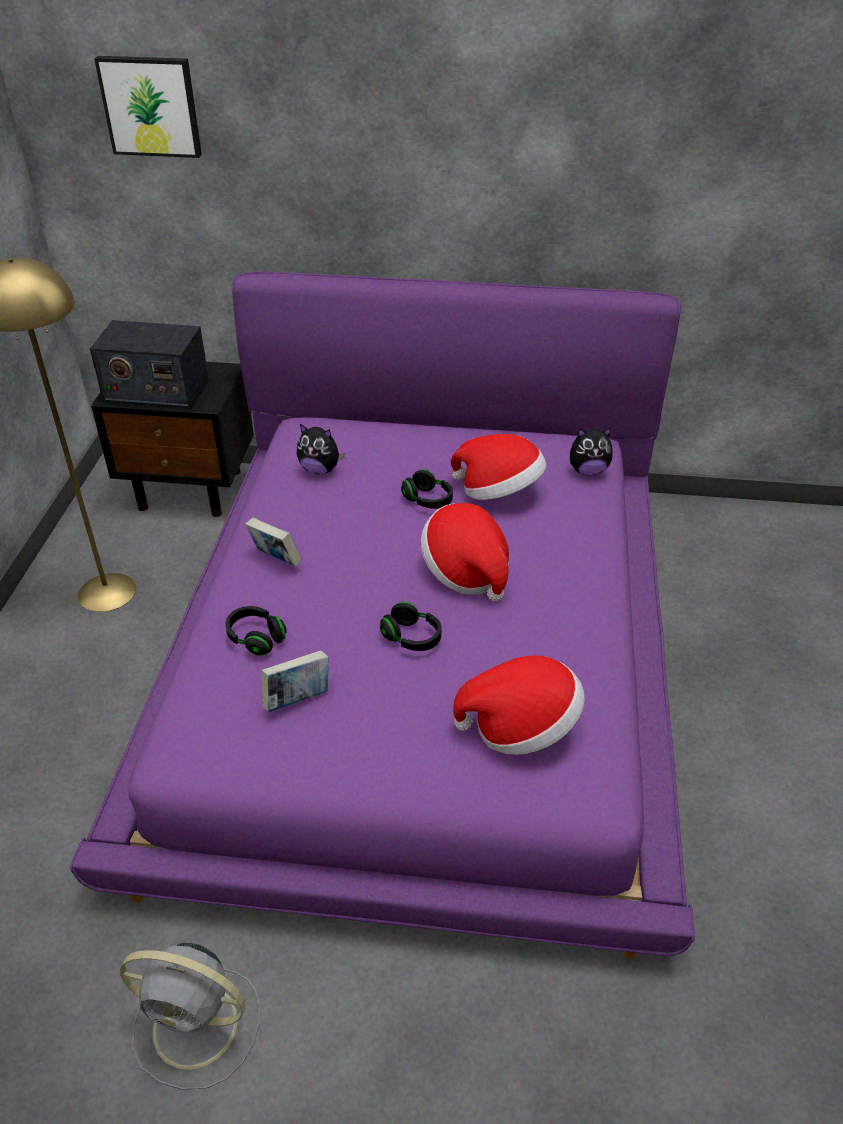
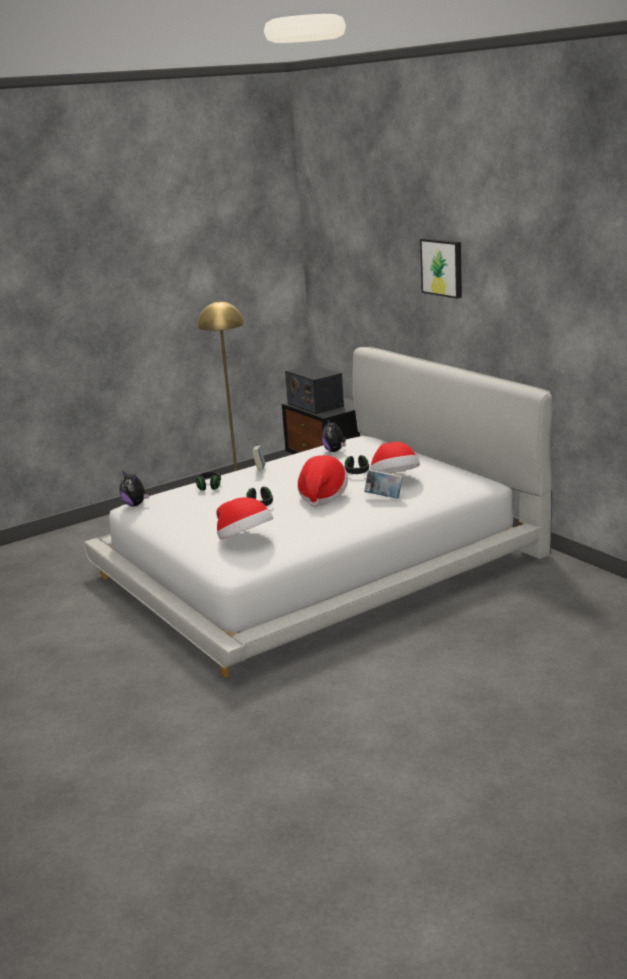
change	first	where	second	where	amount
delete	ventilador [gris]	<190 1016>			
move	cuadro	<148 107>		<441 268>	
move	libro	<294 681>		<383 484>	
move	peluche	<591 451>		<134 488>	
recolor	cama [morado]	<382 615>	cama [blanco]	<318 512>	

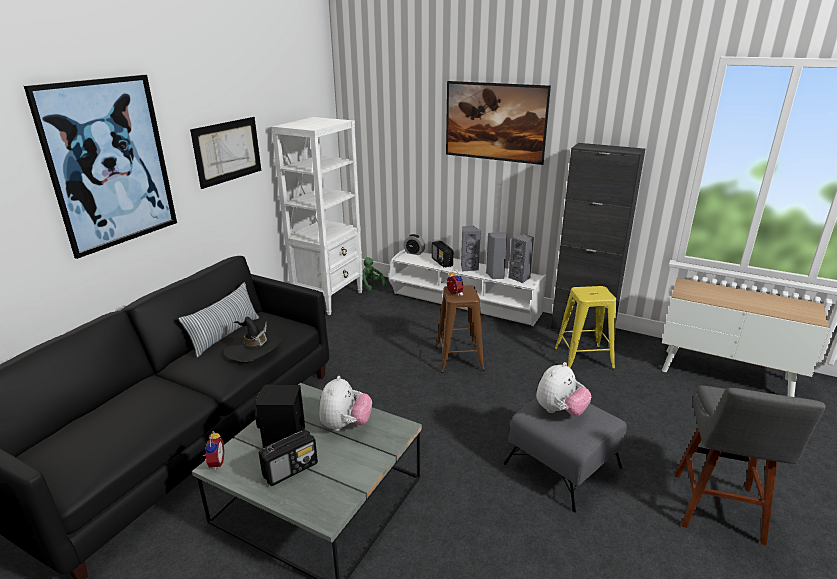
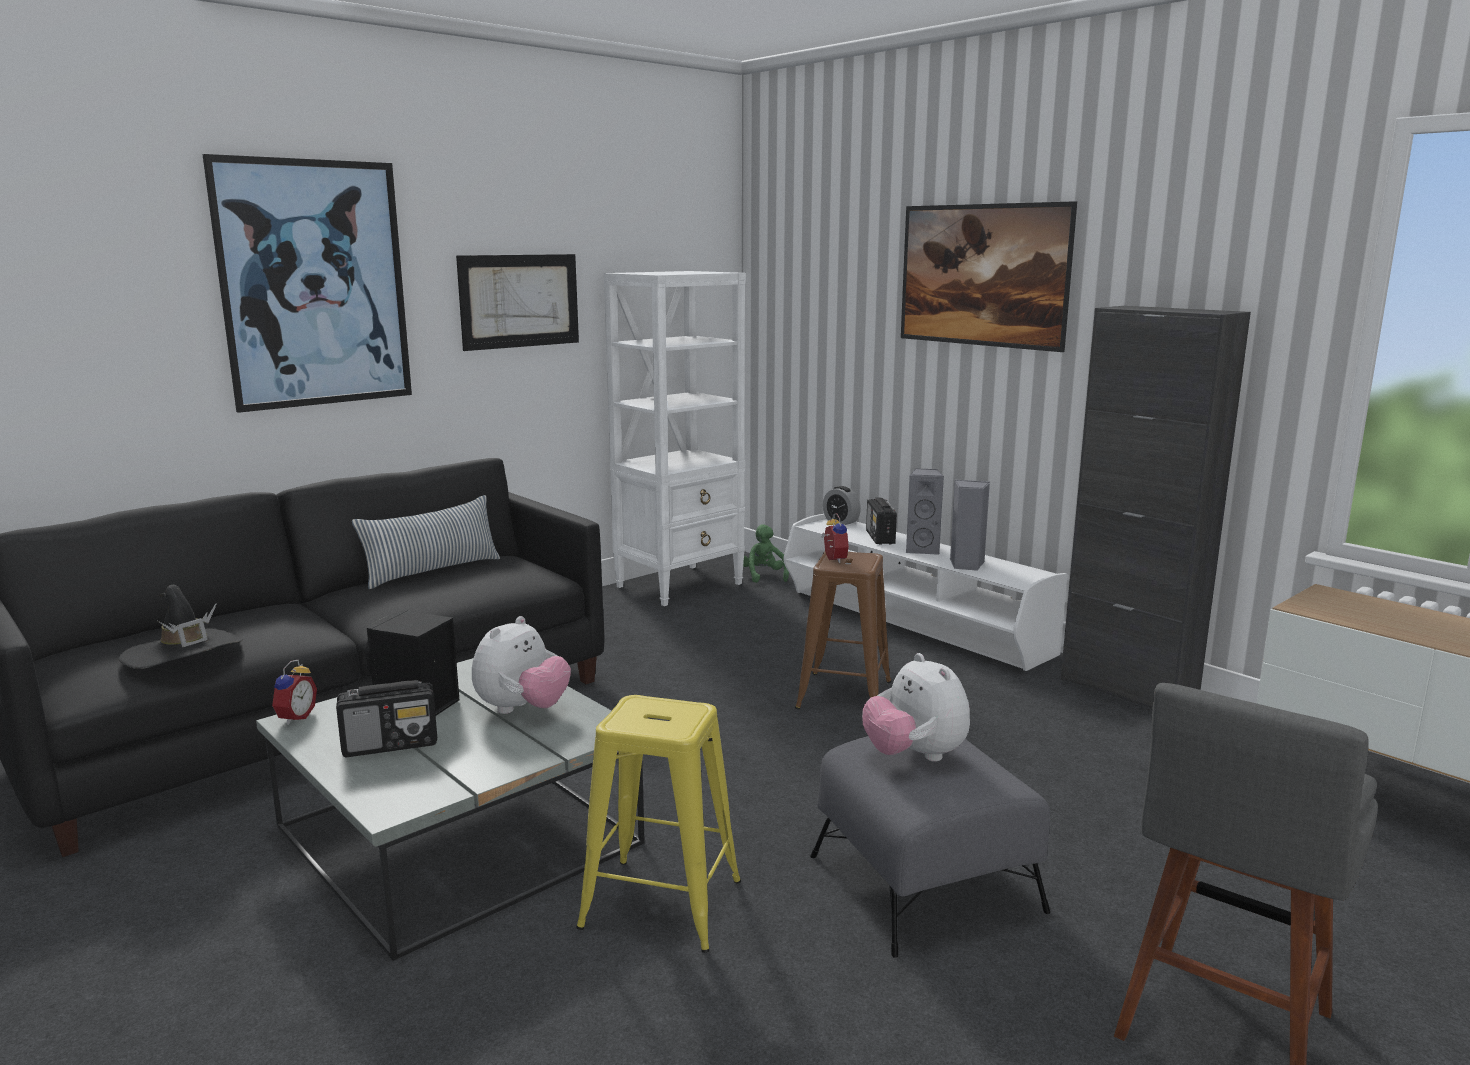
change	first	where	second	where	amount
delete	altavoz [gris]	<521 258>			
move	sombrero [negro]	<252 339>		<180 627>	
move	taburete [amarillo]	<585 328>		<658 824>	
rotate	peluche	<563 389>		<916 707>	90 degrees clockwise

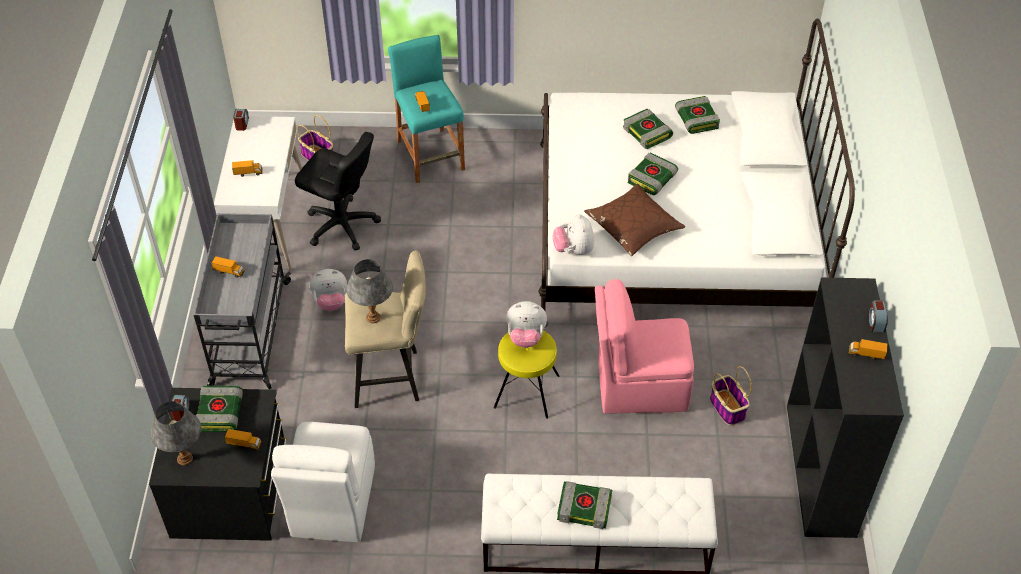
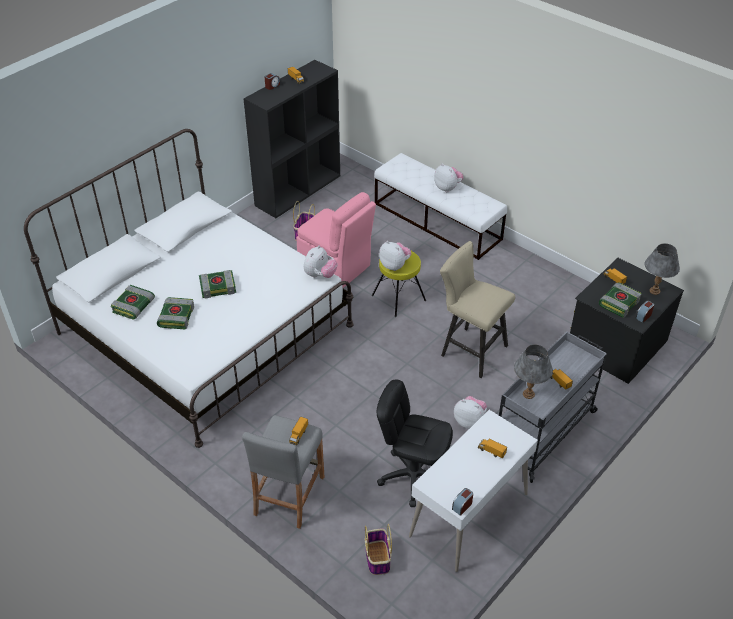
change	first	where	second	where	amount
delete	silla [blanco]	<323 482>			
delete	cojín [marrón]	<634 220>			
move	lámpara de mesa [gris]	<369 291>		<533 372>	
replace	libro	<584 505>	peluche	<449 178>	
recolor	taburete [turquesa]	<426 109>	taburete [gris]	<283 472>	
rotate	silla de oficina [negro]	<338 191>		<415 443>	45 degrees counterclockwise

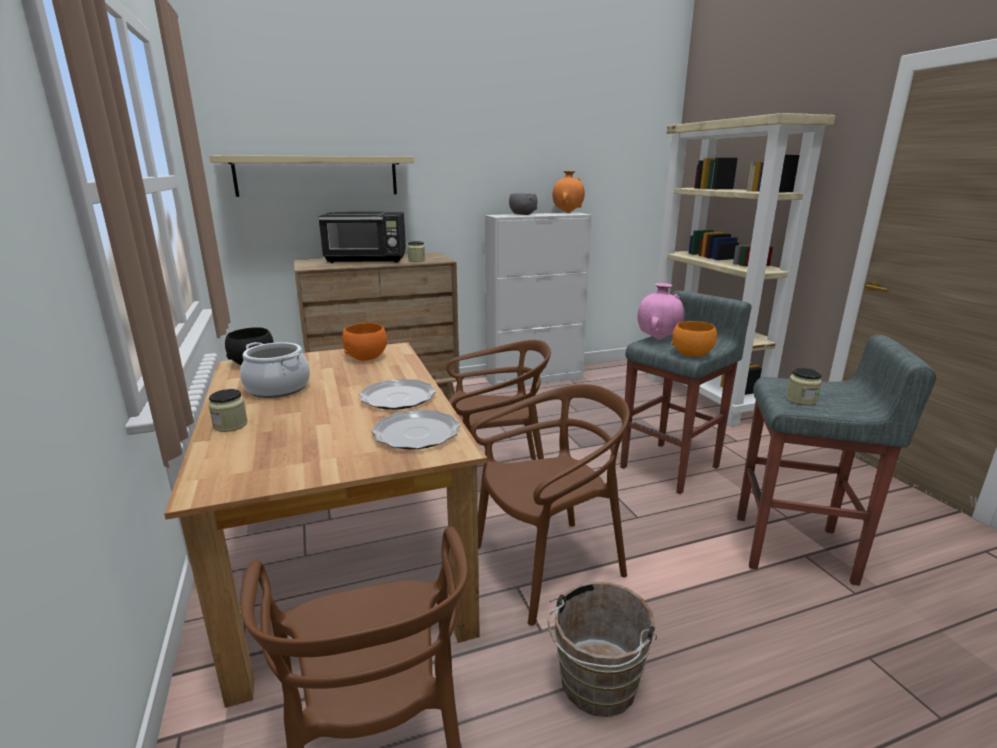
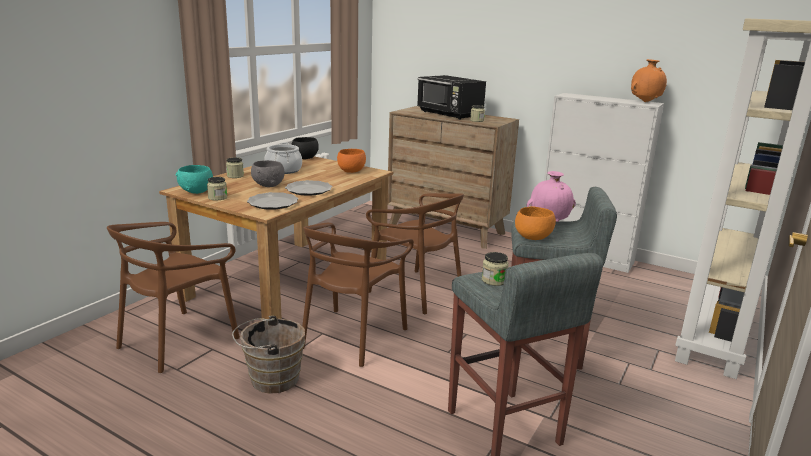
change	first	where	second	where	amount
delete	estante [beis]	<312 176>			
insert			cuenco [turquesa]	<194 179>	
insert			tarro	<217 188>	
move	cuenco [gris]	<523 204>		<268 173>	
rotate	silla [marrón]	<550 505>		<358 295>	90 degrees clockwise

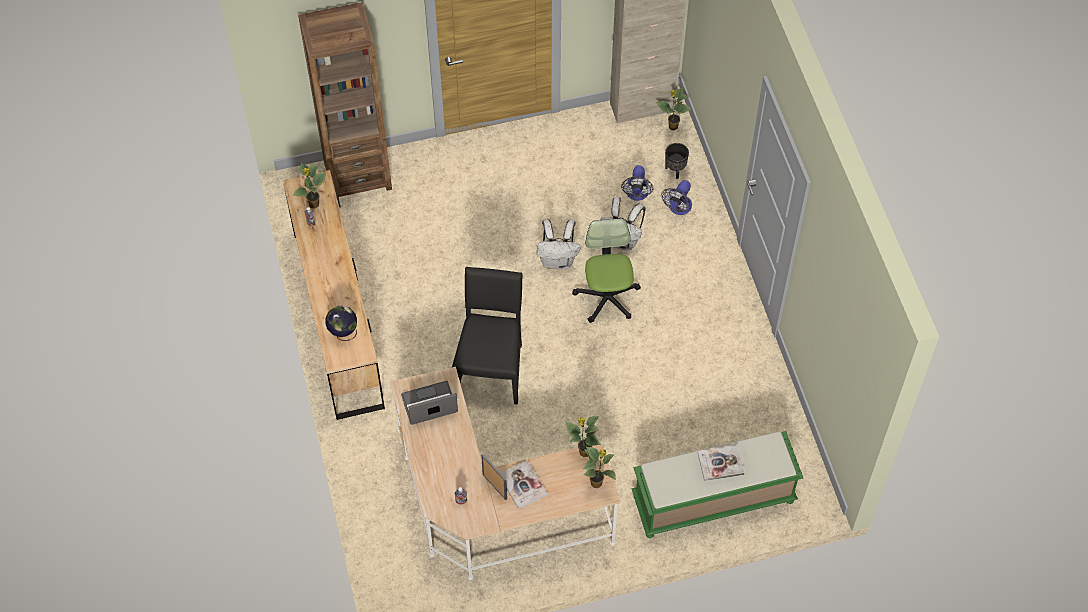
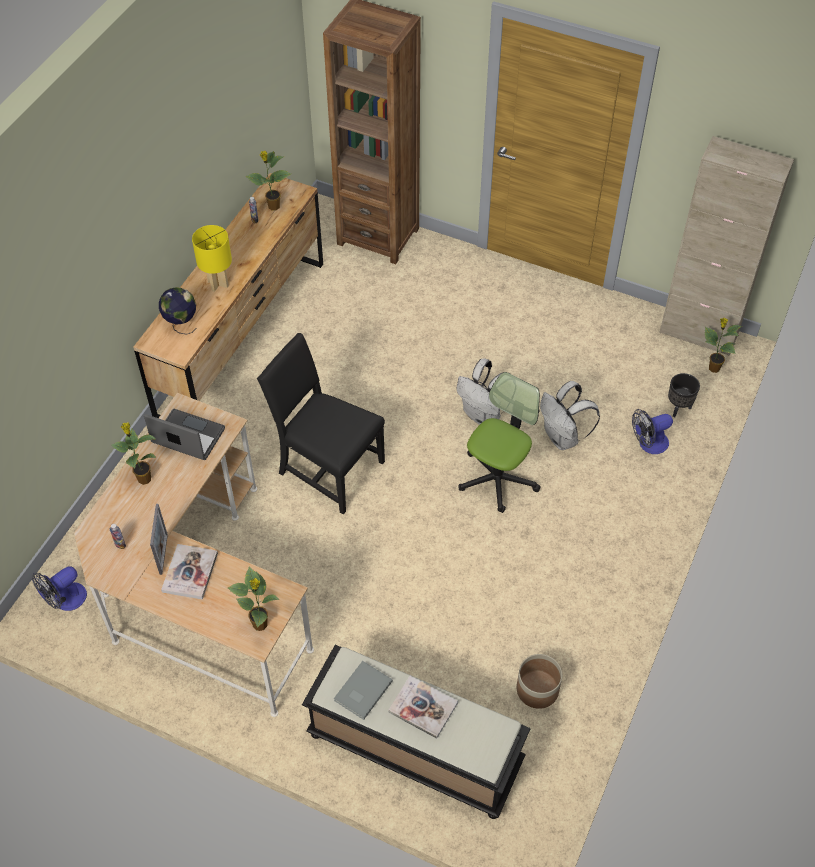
change	first	where	second	where	amount
insert			lámpara de mesa [amarillo]	<212 258>	
insert			libro [gris]	<363 690>	
insert			maceta	<539 681>	
move	planta en maceta	<583 436>		<134 453>	
move	ventilador	<637 183>		<59 588>	
recolor	banco [verde]	<717 484>	banco [negro]	<416 732>	
rotate	silla [negro]	<487 336>		<321 423>	105 degrees counterclockwise

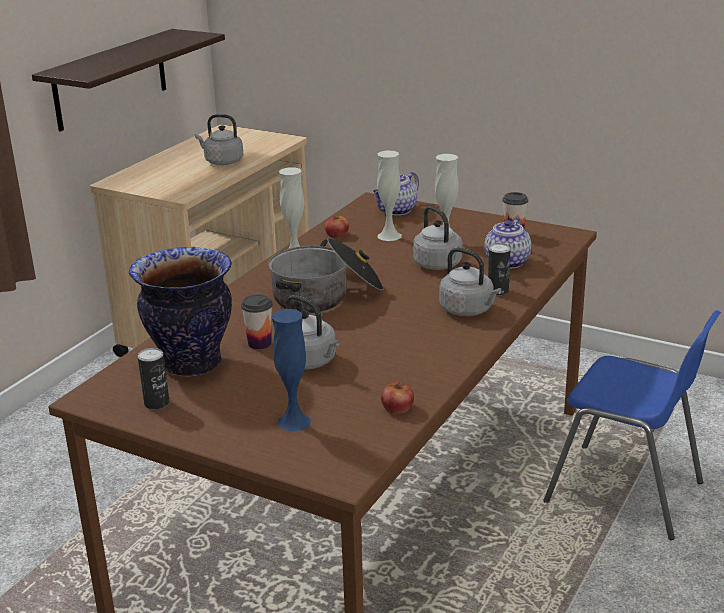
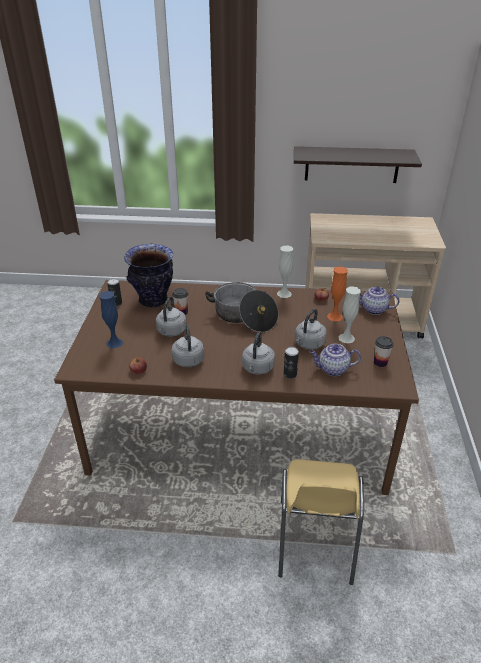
change	first	where	second	where	amount
move	hervidor [gris]	<219 139>		<188 346>	
recolor	florero [blanco]	<389 196>	florero [naranja]	<337 294>	
recolor	silla [azul]	<632 425>	silla [amarillo]	<321 522>	

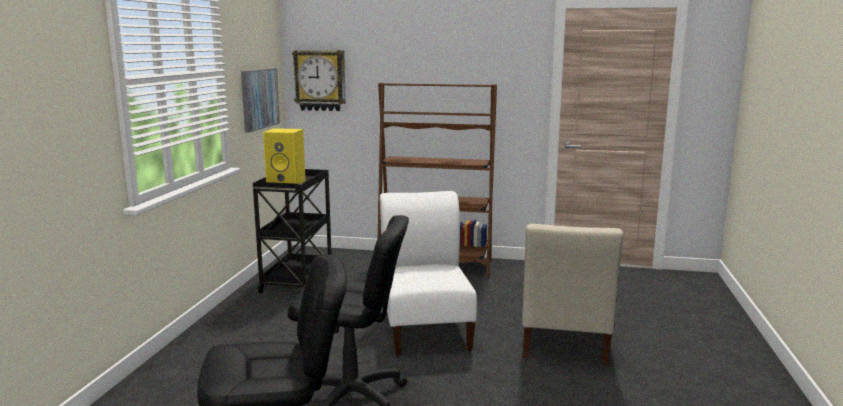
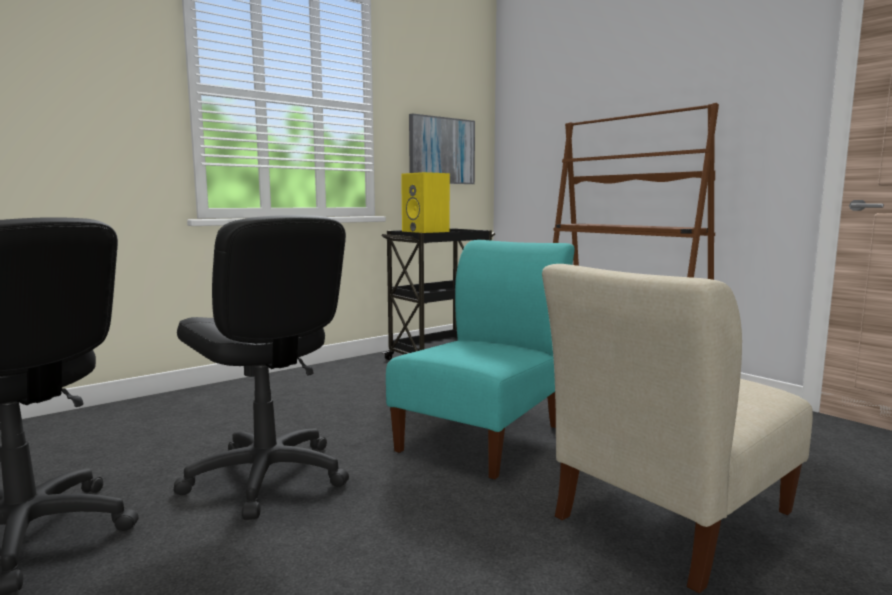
change	first	where	second	where	amount
delete	reloj de pared	<319 80>			
recolor	silla [blanco]	<428 273>	silla [turquesa]	<480 360>	

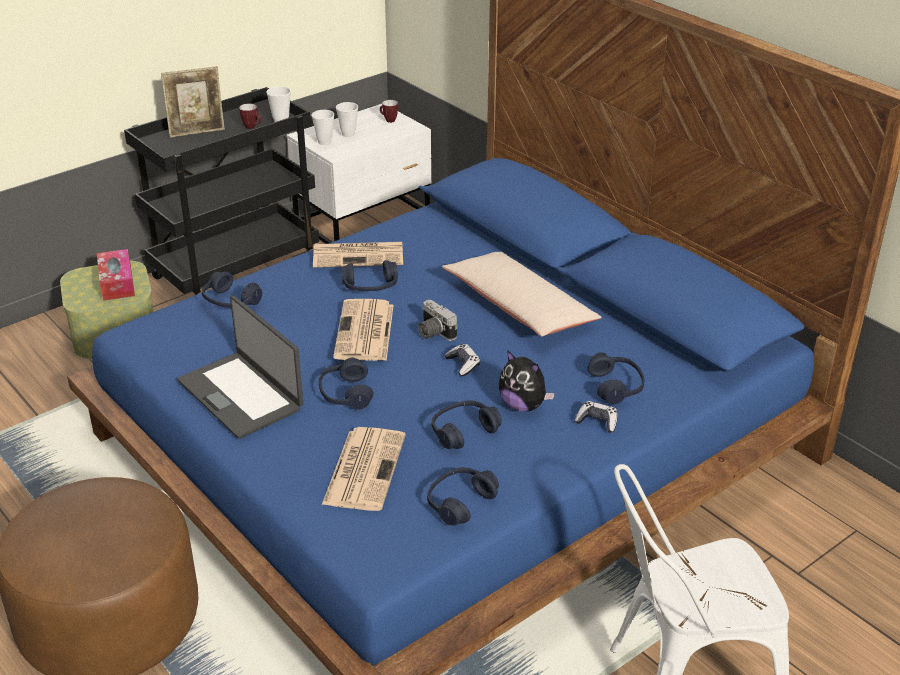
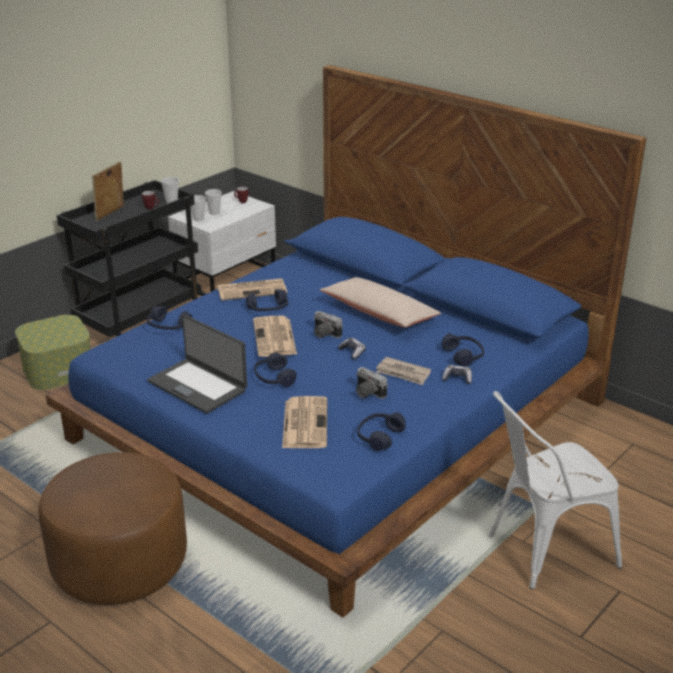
change	first	where	second	where	amount
delete	caja de pañuelos	<116 275>			
replace	auriculares [azul]	<467 424>	cámara	<372 383>	
replace	peluche	<527 381>	periódico	<403 371>	
rotate	portarretratos	<193 102>		<108 191>	150 degrees clockwise

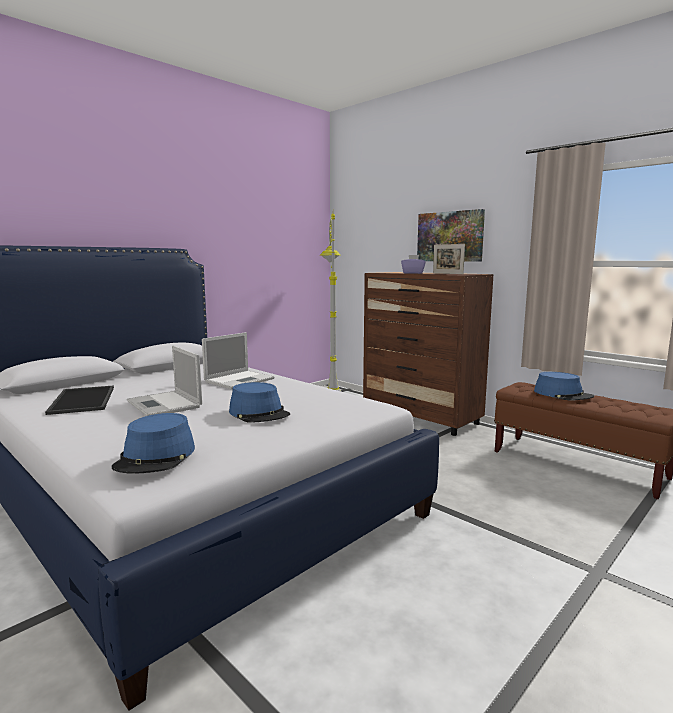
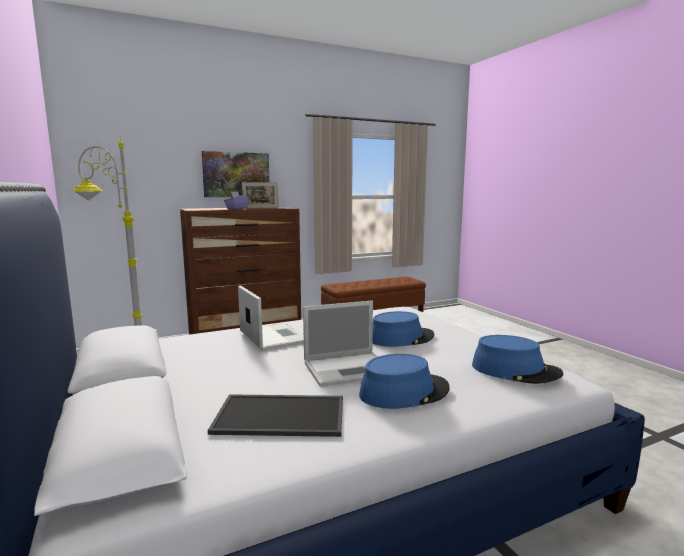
change	first	where	second	where	amount
move	sombrero [azul]	<564 386>		<404 381>	

